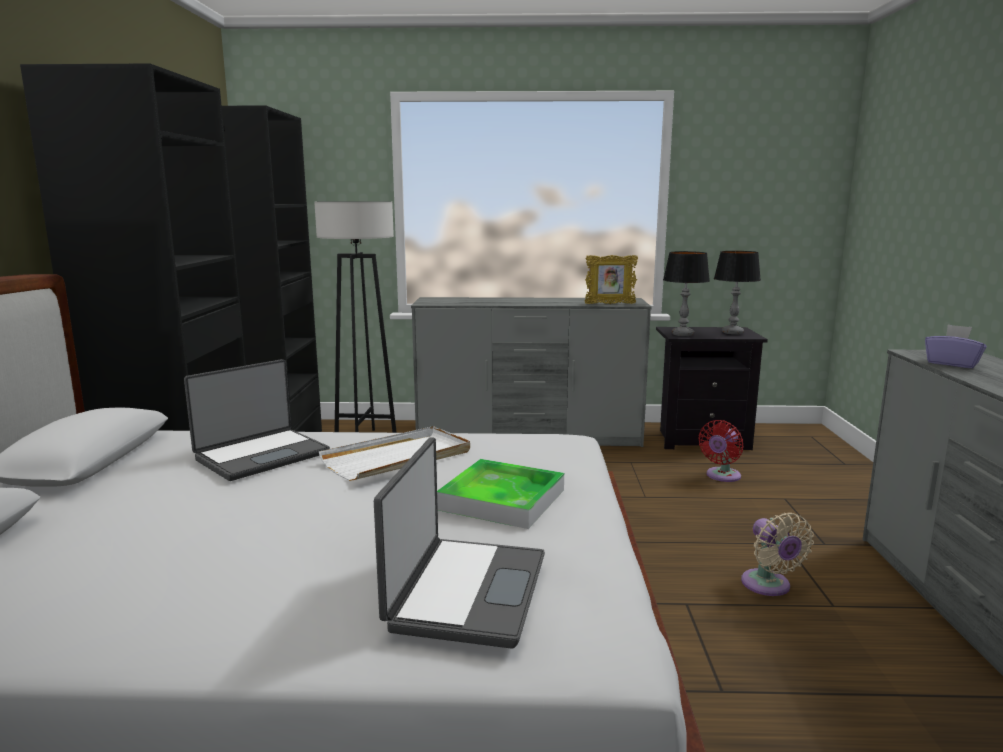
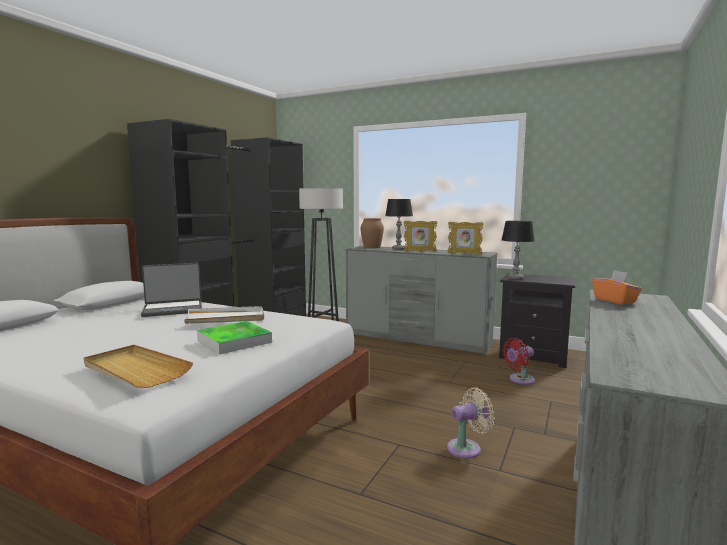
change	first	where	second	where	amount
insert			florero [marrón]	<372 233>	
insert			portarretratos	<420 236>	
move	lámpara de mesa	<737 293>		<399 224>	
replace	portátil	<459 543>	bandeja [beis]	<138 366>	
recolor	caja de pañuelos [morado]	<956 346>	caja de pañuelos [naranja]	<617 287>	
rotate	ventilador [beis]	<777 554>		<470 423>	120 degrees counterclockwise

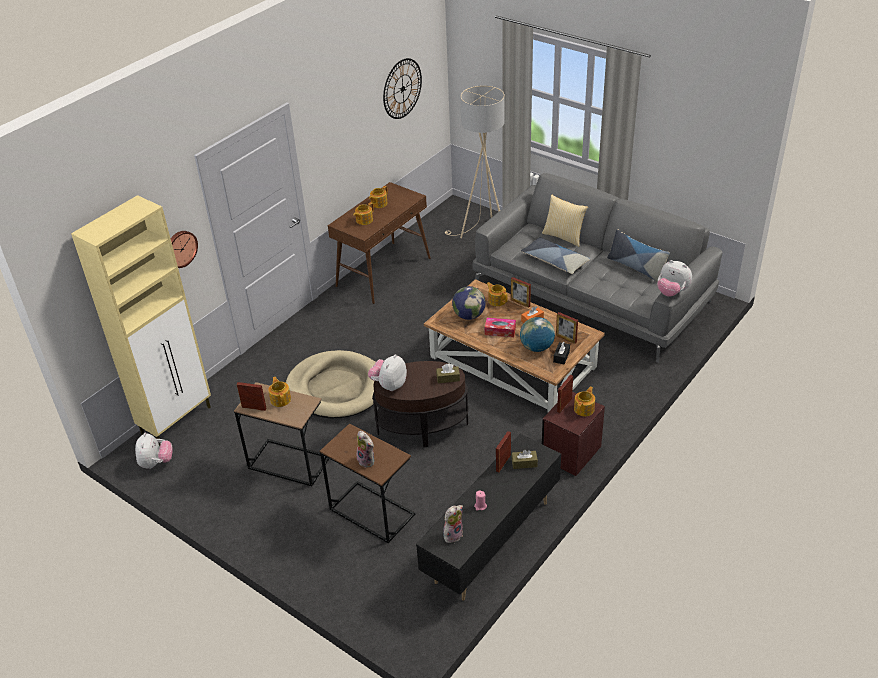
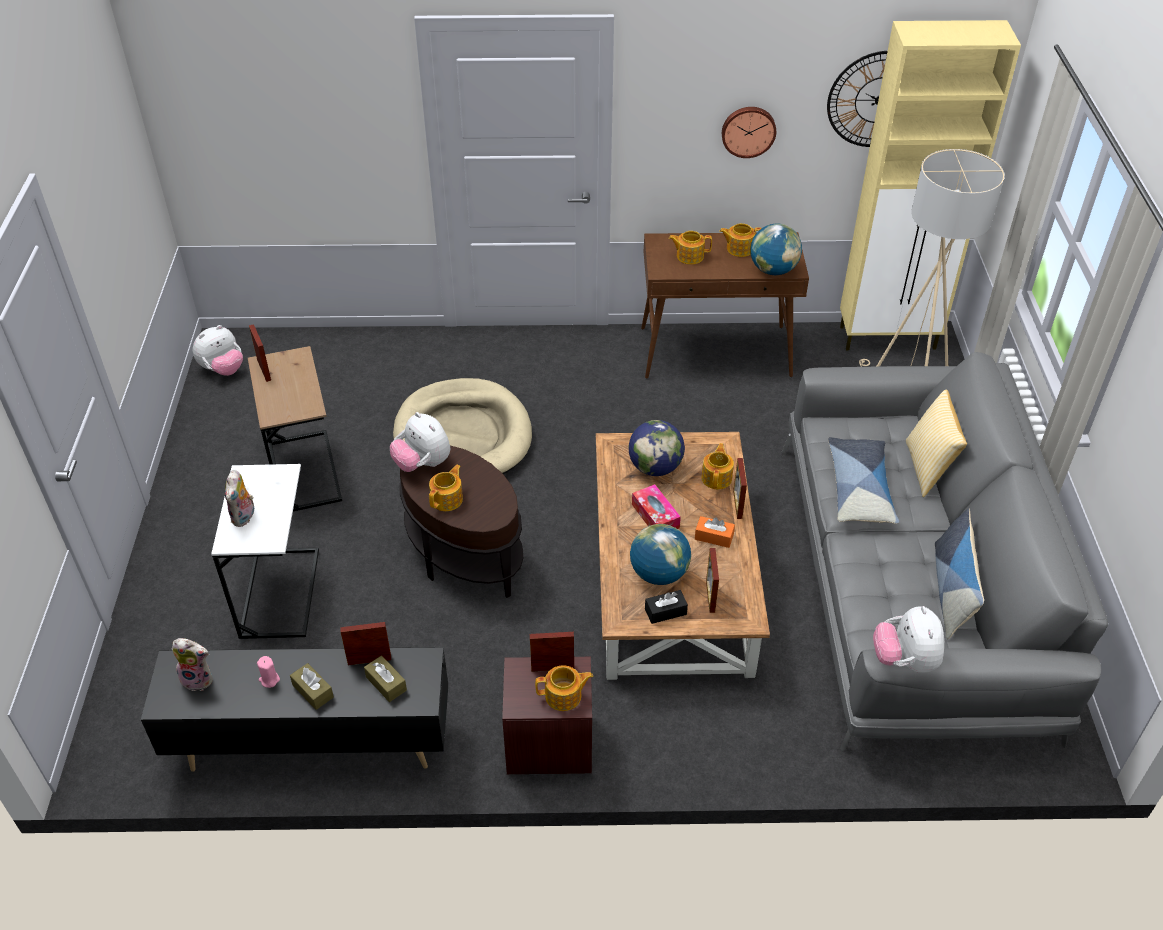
change	first	where	second	where	amount
insert			globo terráqueo	<776 249>	
move	armario [beis]	<141 320>		<930 185>	
move	reloj de pared	<184 249>		<749 132>	
move	tetera	<279 392>		<446 488>	
move	caja de pañuelos [marrón]	<448 373>		<312 686>	
recolor	mesa auxiliar [marrón]	<367 483>	mesa auxiliar [blanco]	<265 551>	
rotate	peluche	<387 372>		<420 442>	120 degrees counterclockwise

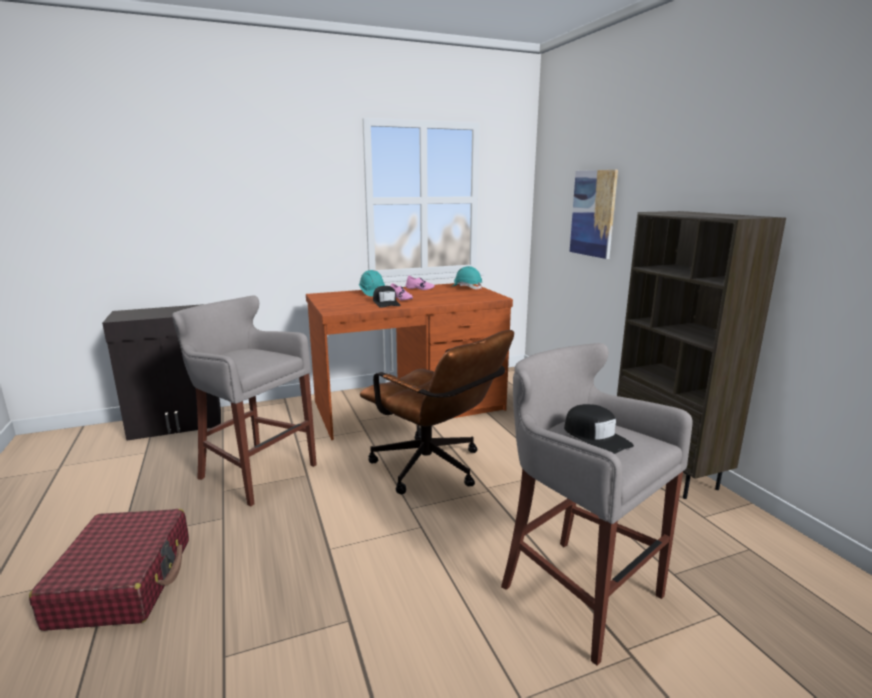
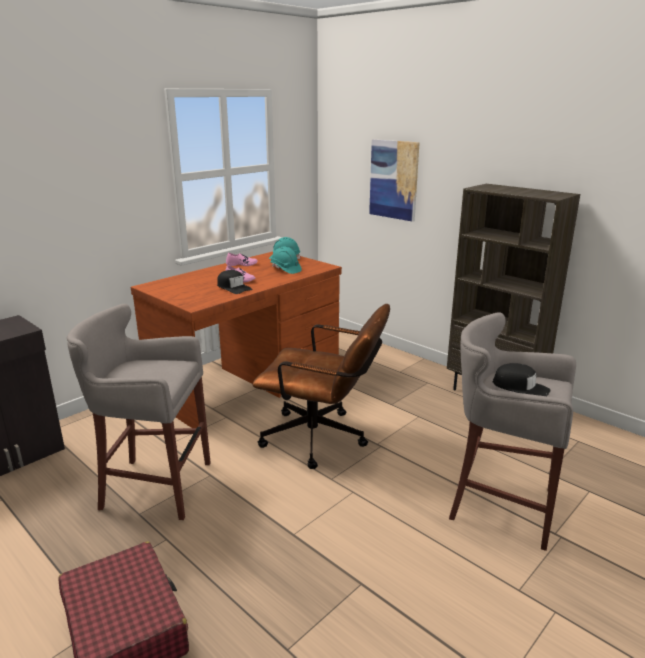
change	first	where	second	where	amount
move	casco [turquesa]	<372 283>		<286 260>	

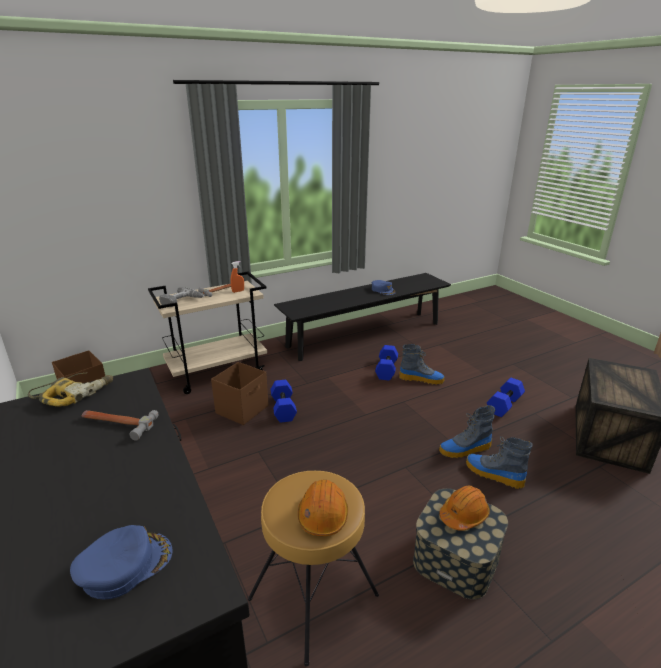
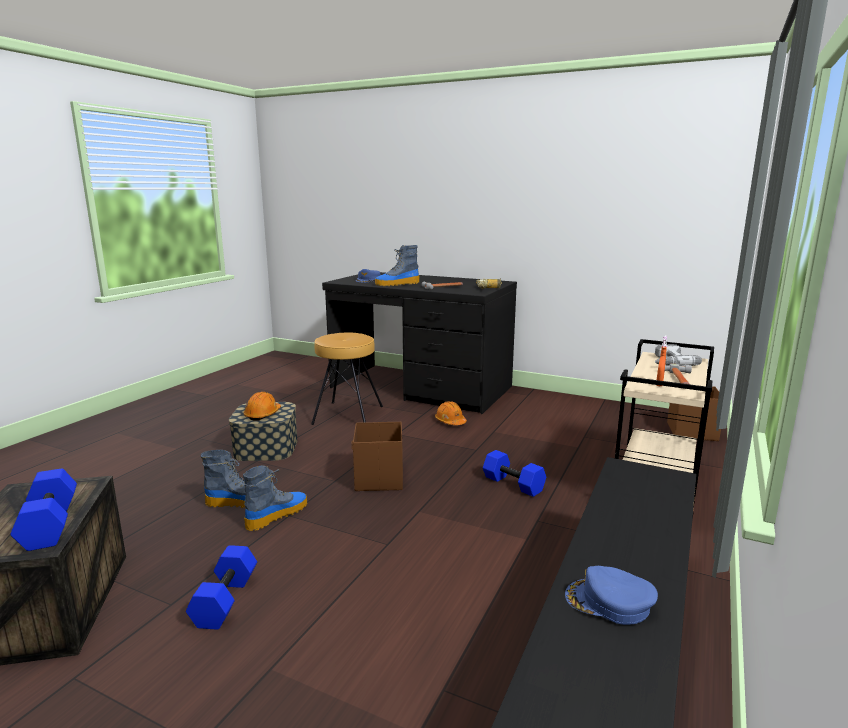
change	first	where	second	where	amount
move	caja de almacenaje [marrón]	<240 393>		<377 456>	
move	casco [naranja]	<323 508>		<451 413>	
move	mancuerna [azul]	<386 362>		<43 509>	
move	bota	<422 364>		<397 265>	

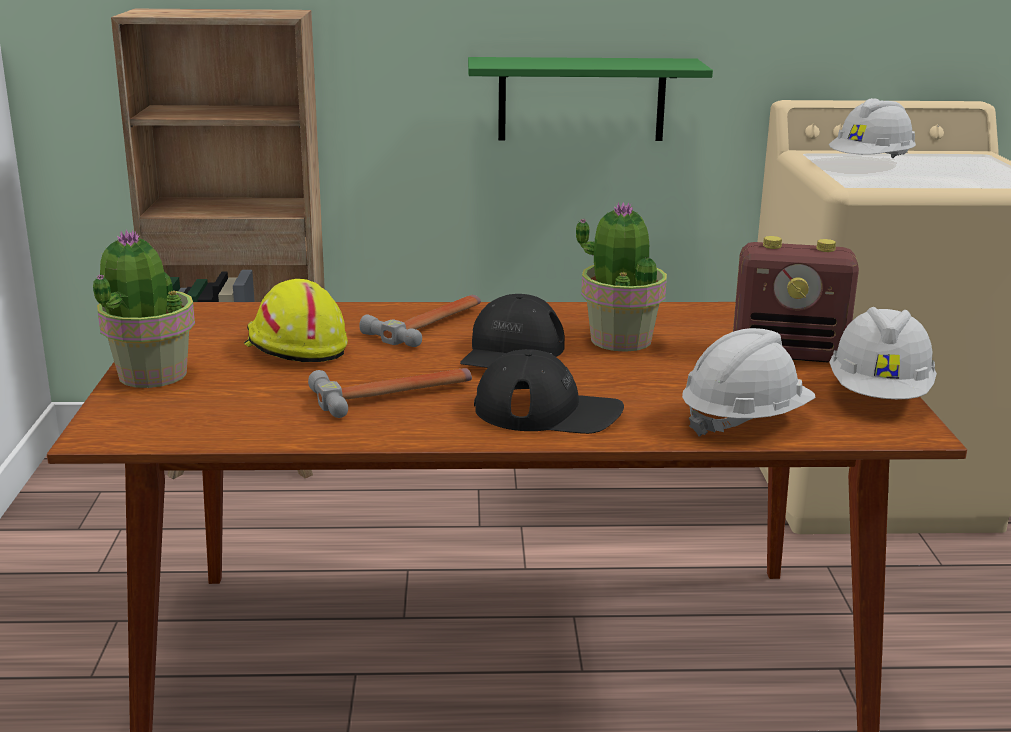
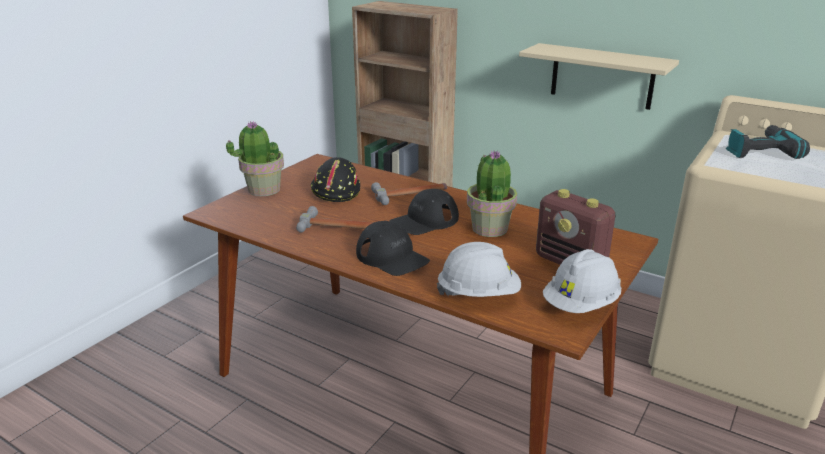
change	first	where	second	where	amount
replace	casco [blanco]	<872 128>	taladro	<768 142>	
recolor	casco [amarillo]	<296 320>	casco [negro]	<335 179>	
recolor	estante [verde]	<590 99>	estante [beis]	<599 76>	

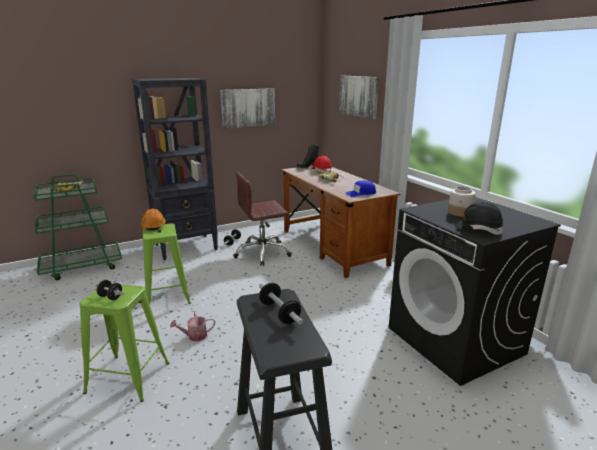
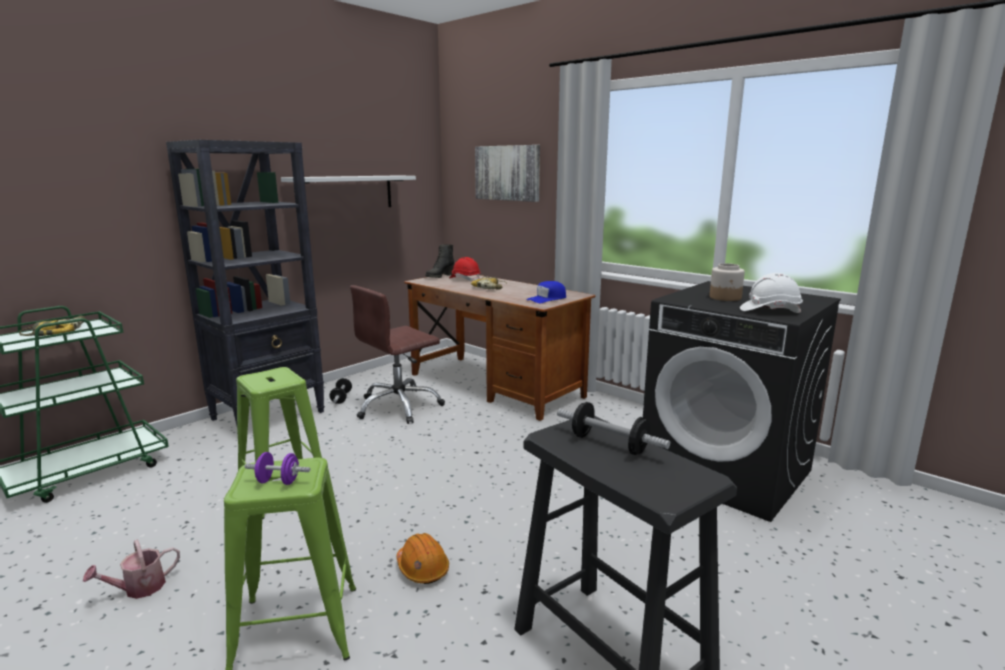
change	first	where	second	where	amount
move	casco [naranja]	<153 220>		<422 558>	
move	regadera	<192 326>		<131 569>	
replace	cuadro	<247 108>	estante [blanco]	<348 194>	
recolor	mancuerna [negro]	<110 290>	mancuerna [morado]	<277 468>	
recolor	casco [negro]	<479 218>	casco [blanco]	<771 293>	

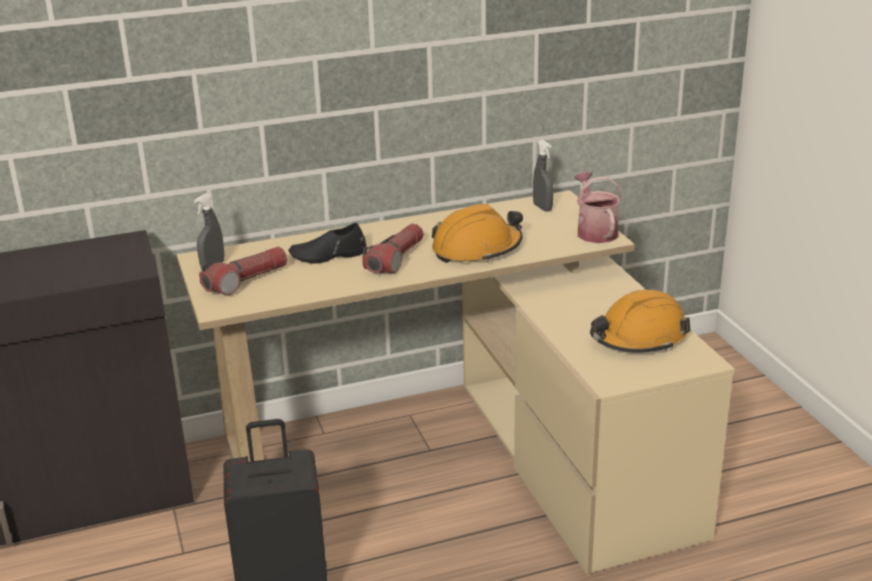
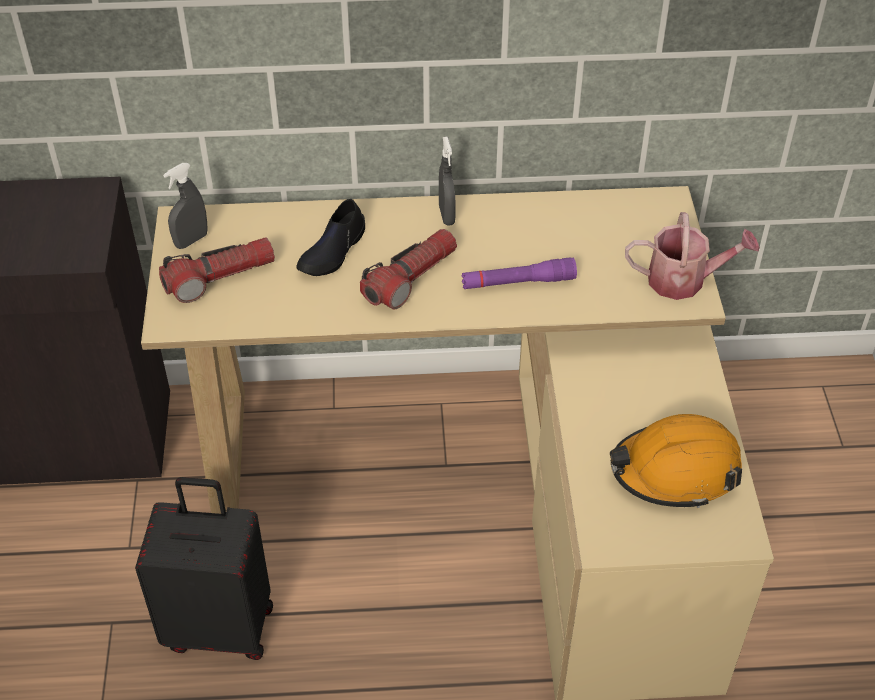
change	first	where	second	where	amount
move	pulverizador [gris]	<543 175>		<447 180>	
replace	casco [naranja]	<477 233>	linterna [morado]	<519 273>	
rotate	zapato [negro]	<327 243>		<330 237>	60 degrees counterclockwise
rotate	regadera	<598 207>		<692 256>	90 degrees clockwise

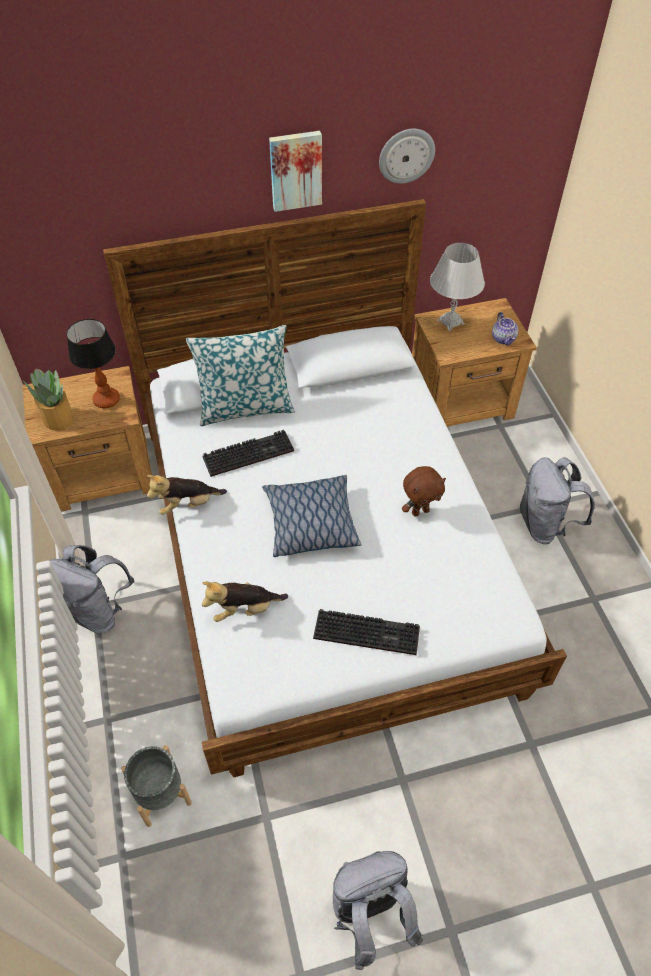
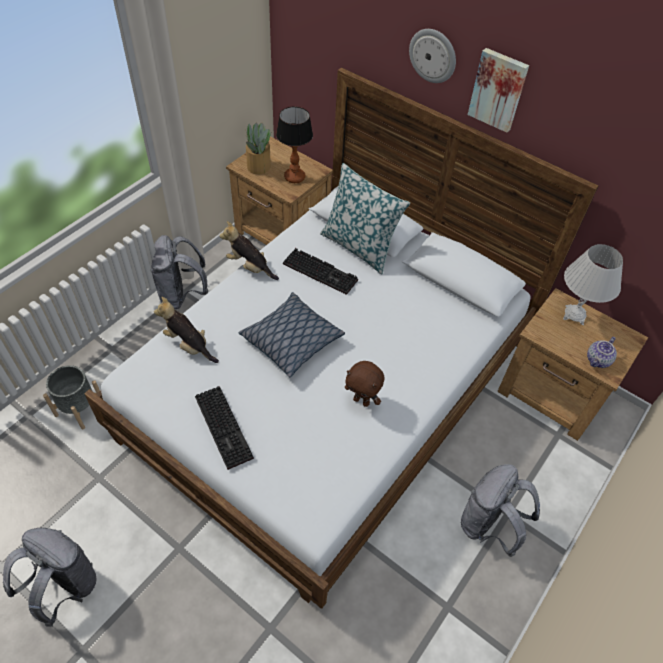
change	first	where	second	where	amount
move	reloj de pared	<407 156>		<432 56>	

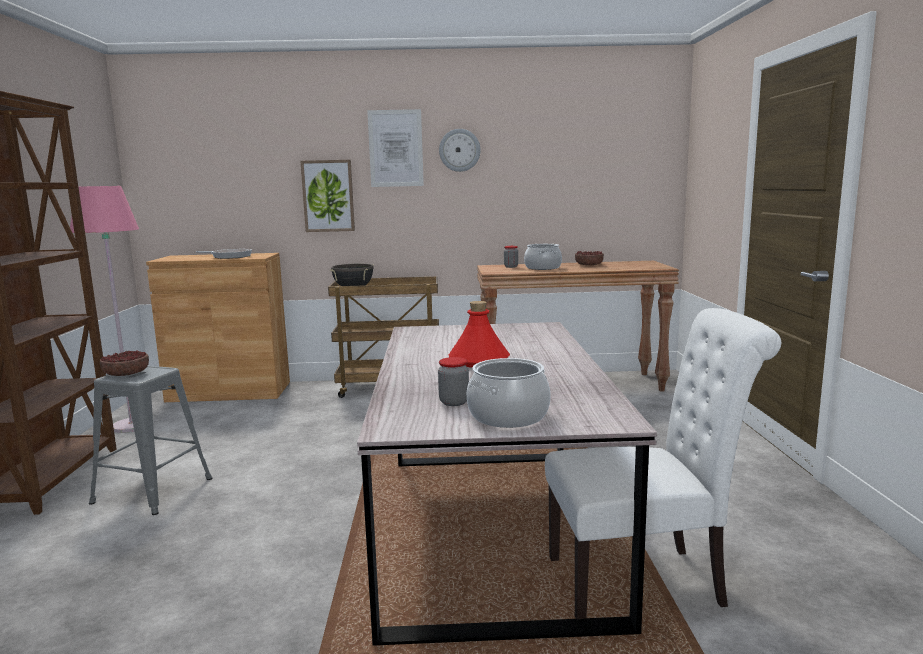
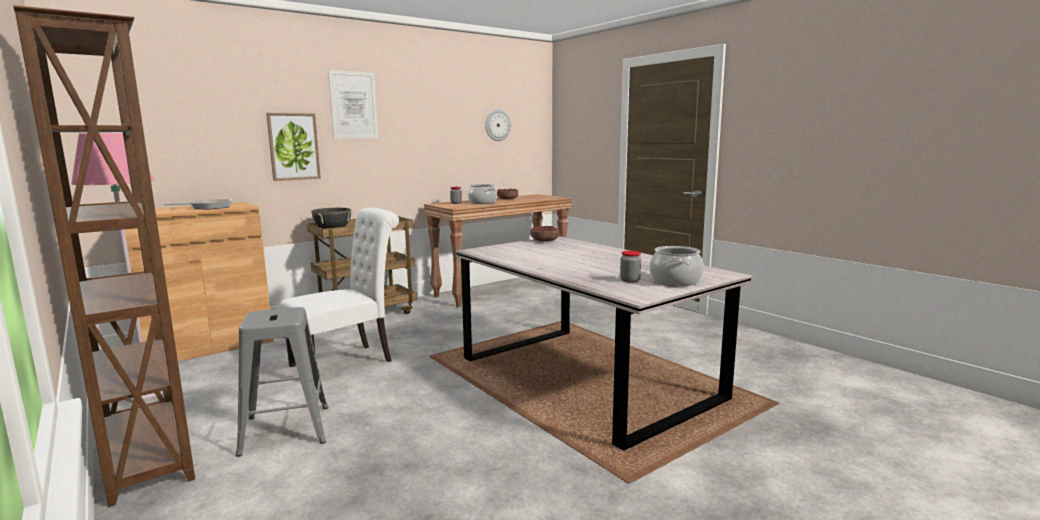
change	first	where	second	where	amount
delete	botella [rojo]	<479 334>			
move	cuenco	<124 363>		<544 233>	
move	reloj de pared	<460 150>		<498 125>	
move	silla [blanco]	<663 463>		<339 287>	

